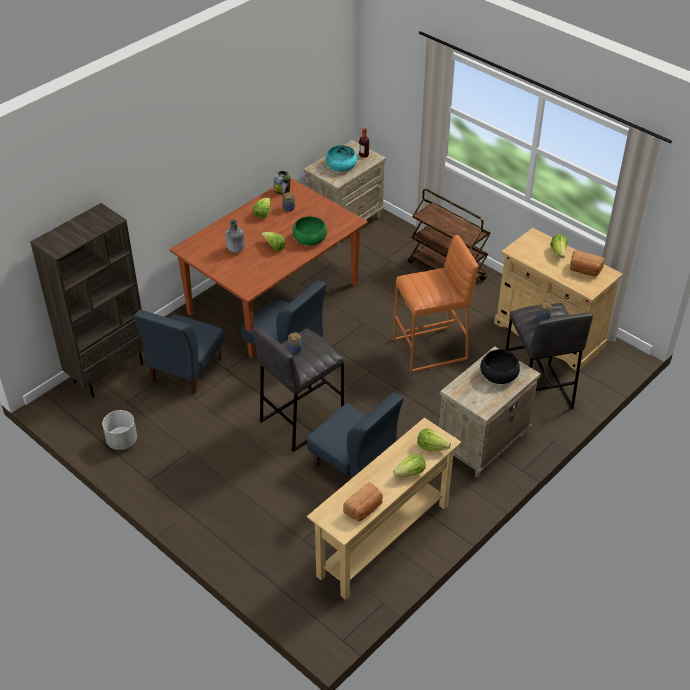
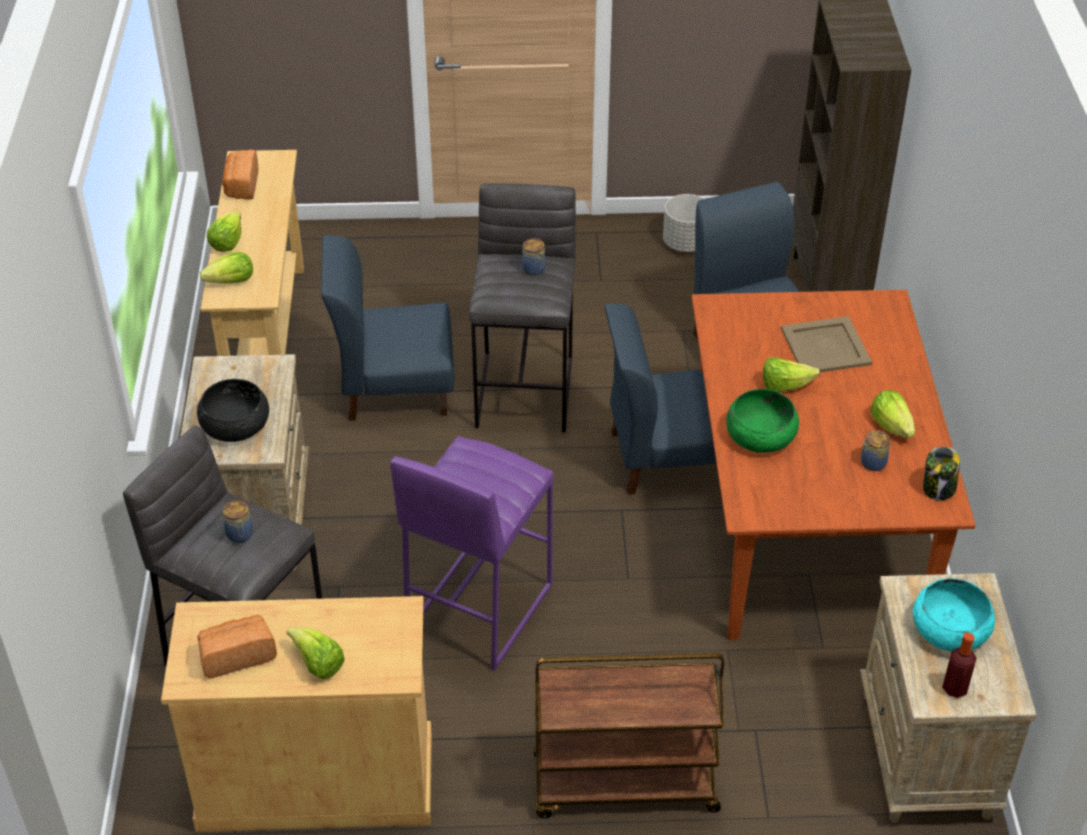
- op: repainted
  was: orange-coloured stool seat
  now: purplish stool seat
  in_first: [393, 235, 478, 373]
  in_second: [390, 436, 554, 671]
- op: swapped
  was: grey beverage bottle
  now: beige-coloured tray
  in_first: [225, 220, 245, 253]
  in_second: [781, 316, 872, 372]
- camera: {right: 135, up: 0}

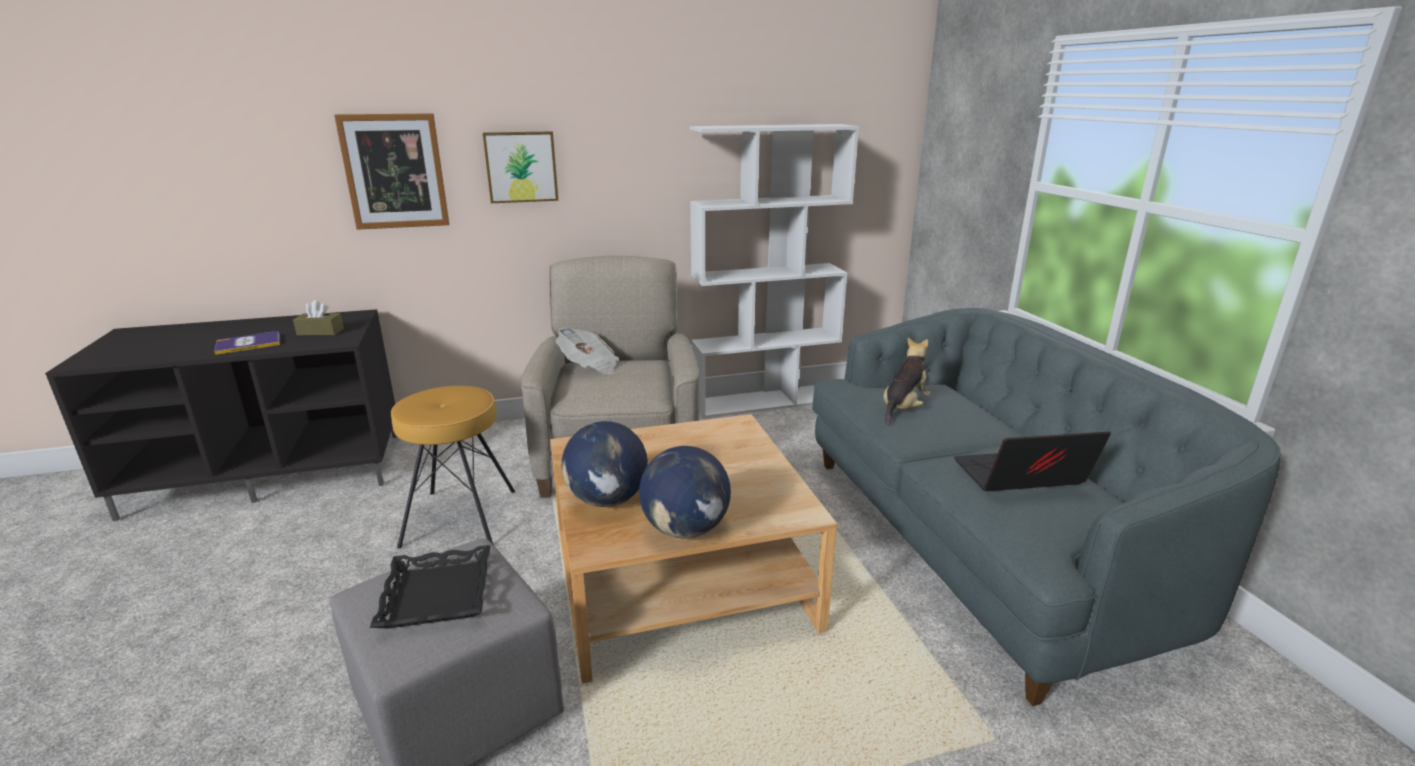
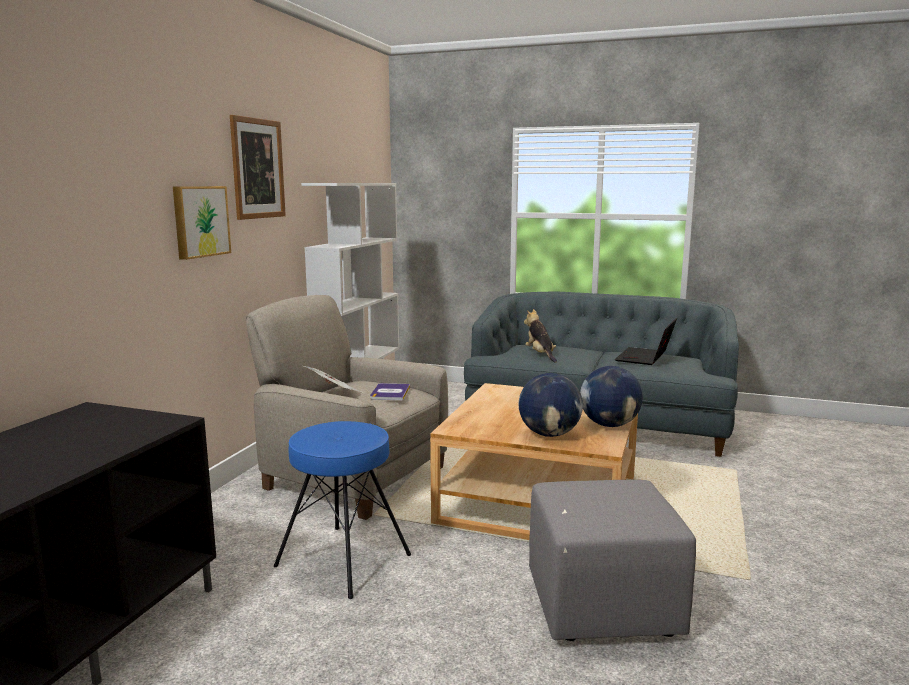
- op: shifted
  was: wall art
  in_first: [334, 113, 449, 230]
  in_second: [230, 115, 286, 220]
- op: repainted
  was: brown stool seat
  now: blue stool seat
  in_first: [391, 386, 515, 549]
  in_second: [274, 421, 411, 599]
- op: shifted
  was: bound book
  in_first: [214, 331, 280, 355]
  in_second: [370, 383, 410, 400]
- op: gone
  was: brown tissue box
  in_first: [293, 300, 344, 335]
- op: gone
  was: black tray
  in_first: [370, 545, 490, 628]
- camera: {right: -55, up: -10}

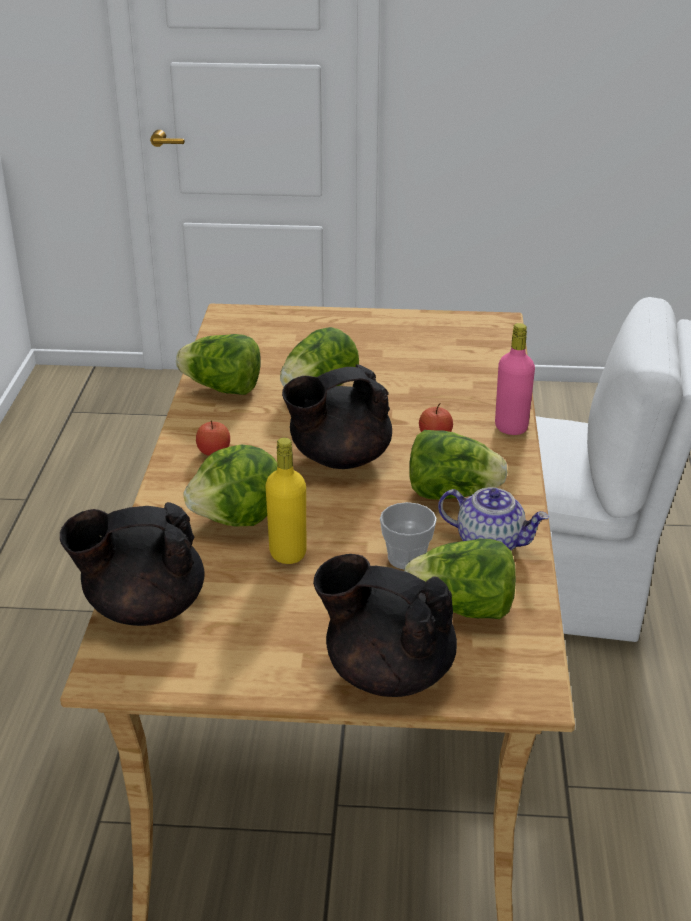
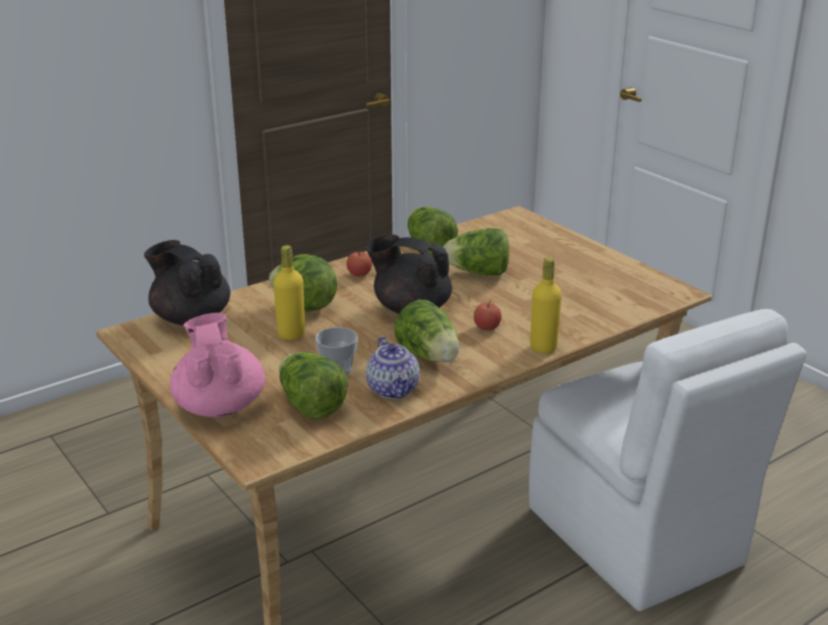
- op: repainted
  was: black teapot
  now: pink teapot
  in_first: [313, 554, 457, 697]
  in_second: [170, 313, 265, 417]
- op: repainted
  was: pink beverage bottle
  now: yellow-coloured beverage bottle
  in_first: [495, 323, 535, 435]
  in_second: [530, 257, 562, 354]
- camera: {right: 50, up: -5}

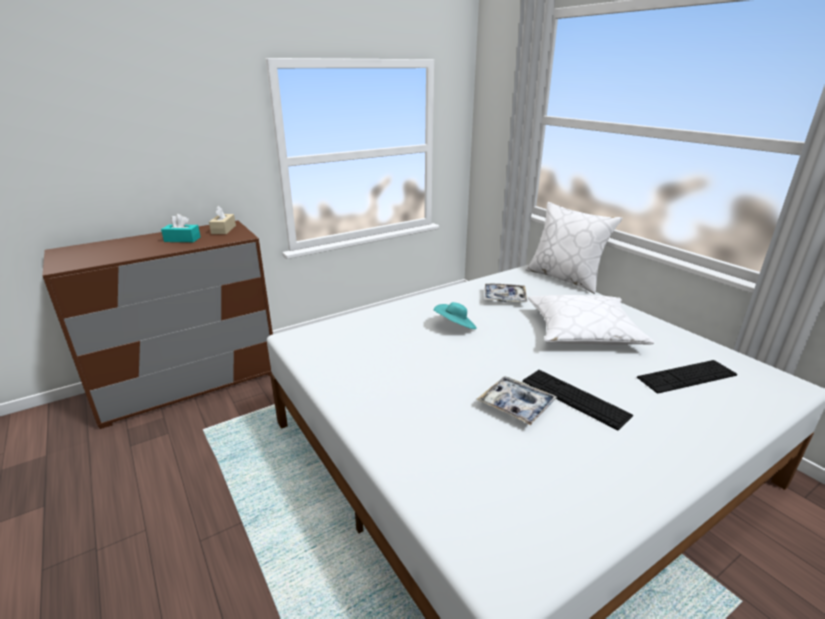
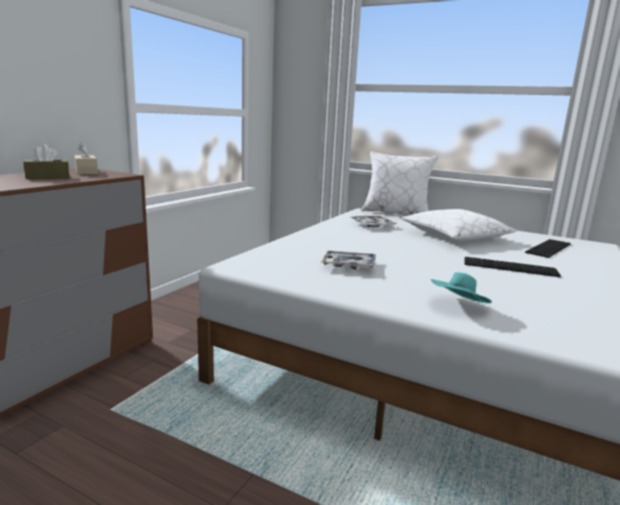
- op: repainted
  was: blue-green tissue box
  now: brown tissue box
  in_first: [161, 214, 201, 242]
  in_second: [24, 144, 70, 179]
- op: shifted
  was: tray
  in_first: [476, 376, 557, 425]
  in_second: [321, 251, 376, 270]
- op: shifted
  was: blue-green hat
  in_first: [434, 302, 477, 329]
  in_second: [431, 272, 492, 304]
- camera: {right: -30, up: -10}

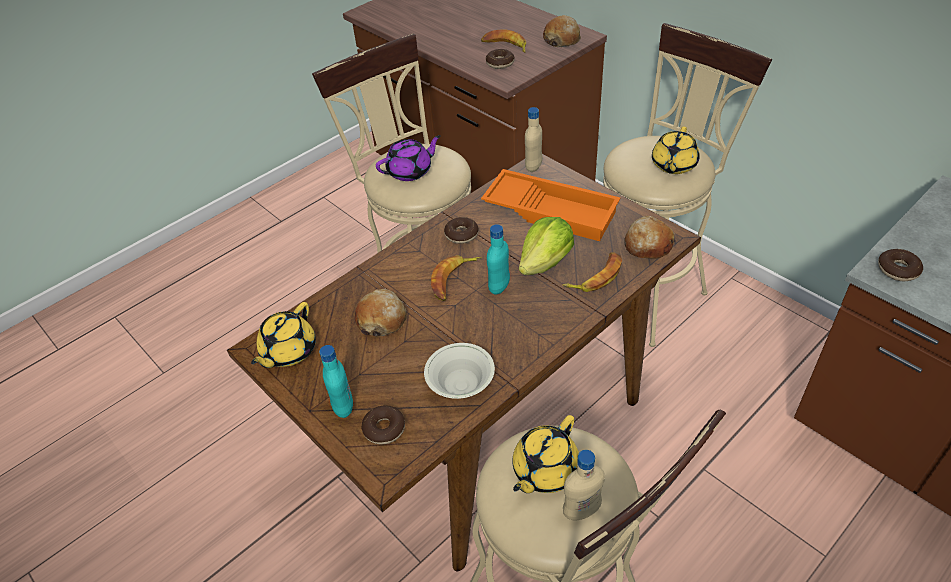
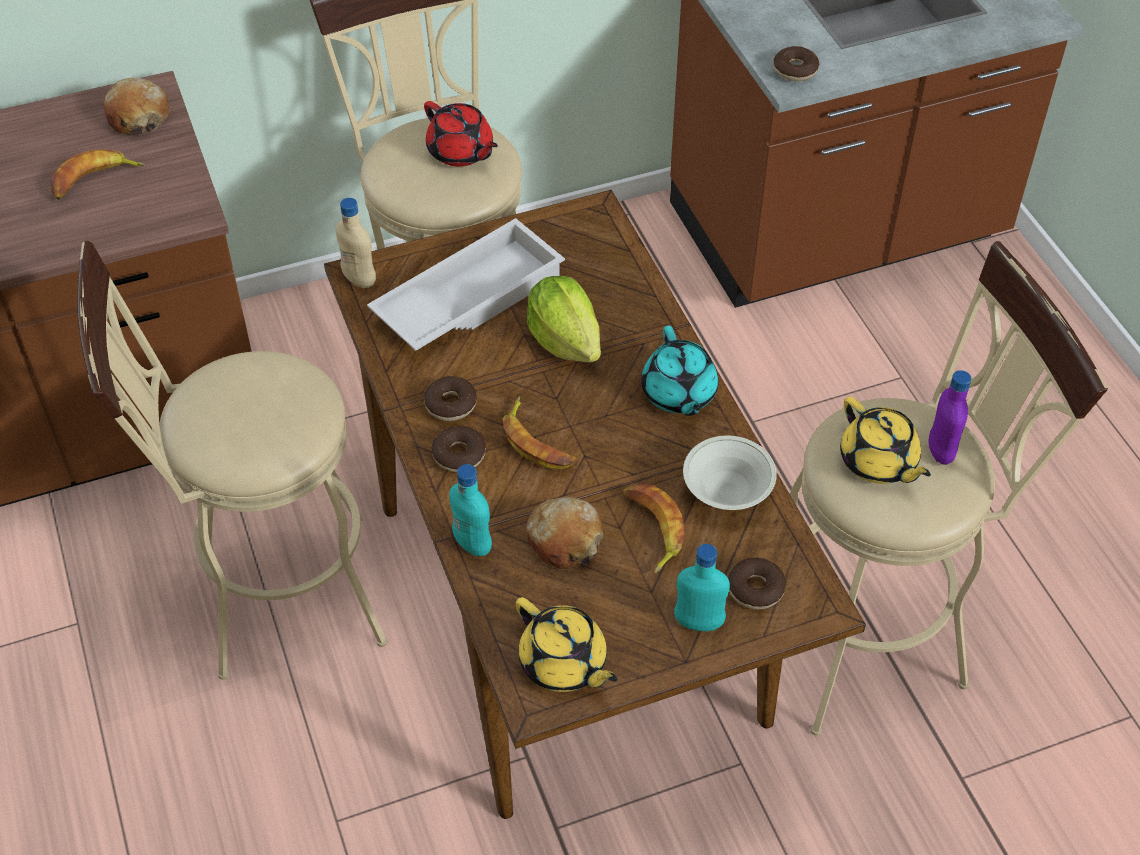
- op: repainted
  was: orange-coloured tray
  now: whitish tray
  in_first: [481, 169, 620, 241]
  in_second: [367, 218, 565, 351]
- op: repainted
  was: yellow-coloured teapot
  now: red teapot
  in_first: [652, 127, 700, 174]
  in_second: [424, 101, 498, 167]
- op: shifted
  was: donut
  in_first: [486, 49, 514, 69]
  in_second: [432, 426, 486, 472]
- op: shifted
  was: blue-green beverage bottle
  in_first: [487, 224, 510, 295]
  in_second: [449, 464, 492, 556]
- op: shifted
  was: banana fruit
  in_first: [563, 253, 622, 292]
  in_second: [623, 483, 684, 574]
- op: new
  now: blue-green teapot
  in_second: [641, 326, 719, 416]
- op: repainted
  was: beige-coloured beverage bottle
  now: purplish beverage bottle
  in_first: [563, 450, 605, 521]
  in_second: [929, 370, 971, 465]
- op: gone
  was: purplish teapot
  in_first: [376, 135, 441, 181]
- op: gone
  was: bread
  in_first: [625, 216, 676, 259]
- camera: {right: -70, up: 5}

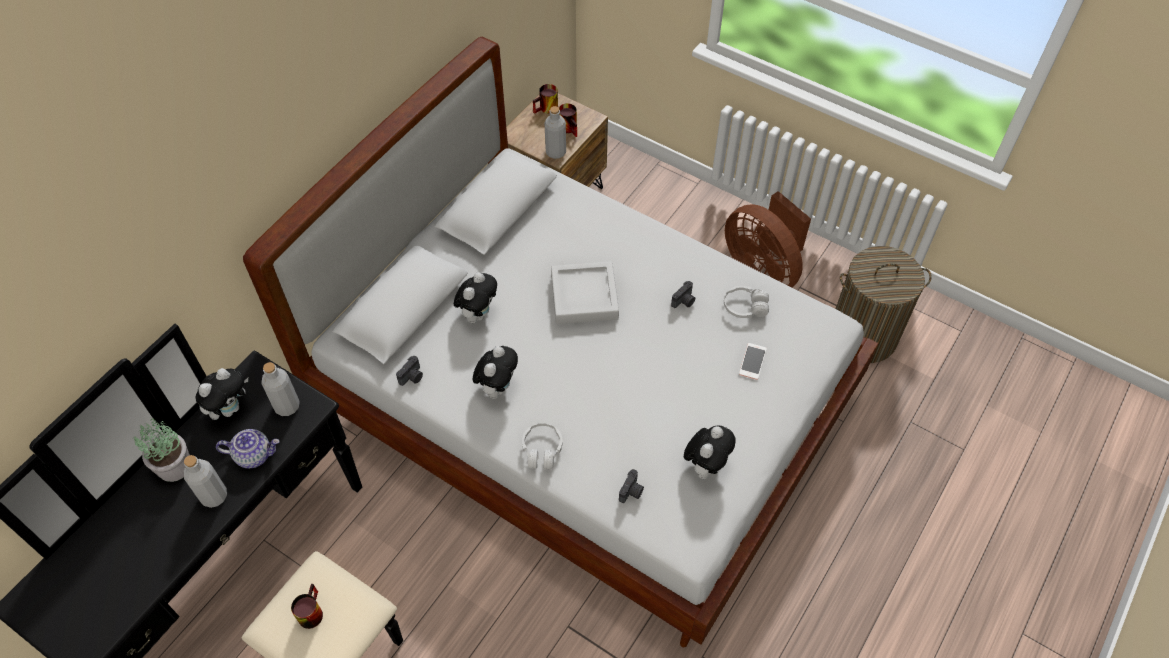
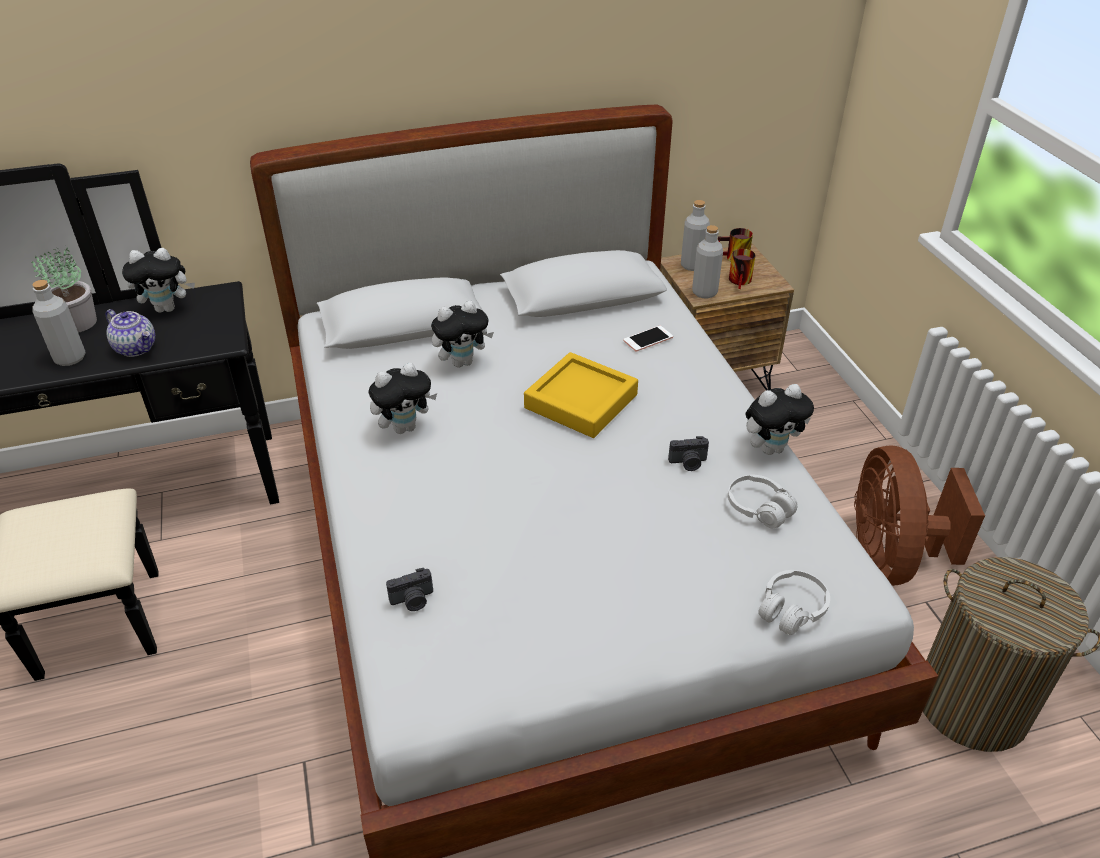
- op: repainted
  was: grey tray
  now: yellow-coloured tray
  in_first: [551, 262, 619, 324]
  in_second: [524, 352, 638, 438]
- op: shifted
  was: telephone
  in_first: [739, 343, 767, 380]
  in_second: [623, 326, 673, 352]
- op: shifted
  was: grey beverage bottle
  in_first: [261, 362, 300, 416]
  in_second: [681, 200, 710, 271]
- op: shifted
  was: soft toy
  in_first: [684, 425, 735, 479]
  in_second: [745, 384, 814, 455]
- op: shifted
  was: whitish headset
  in_first: [522, 423, 563, 469]
  in_second: [758, 570, 830, 635]
- op: gone
  was: tea mug
  in_first: [291, 584, 323, 629]
- op: gone
  was: still camera
  in_first: [396, 356, 423, 386]
- camera: {right: 40, up: -15}

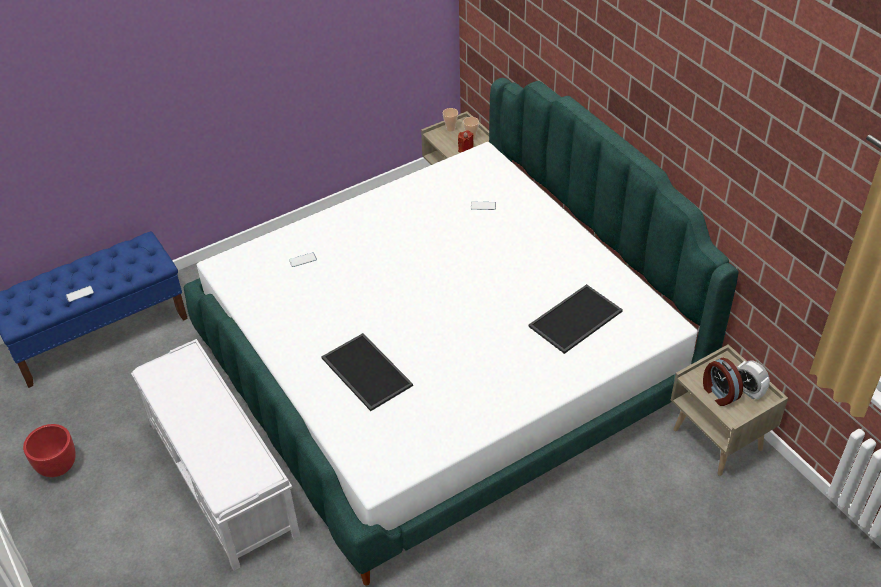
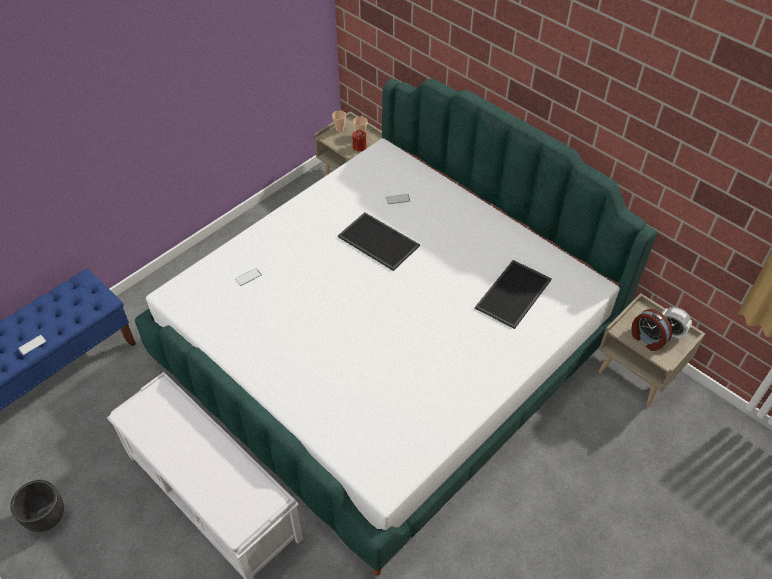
- op: repainted
  was: red planter
  now: black planter
  in_first: [23, 424, 76, 477]
  in_second: [10, 480, 64, 532]
- op: shifted
  was: tray
  in_first: [321, 333, 413, 411]
  in_second: [338, 212, 420, 271]
- camera: {right: -15, up: 5}

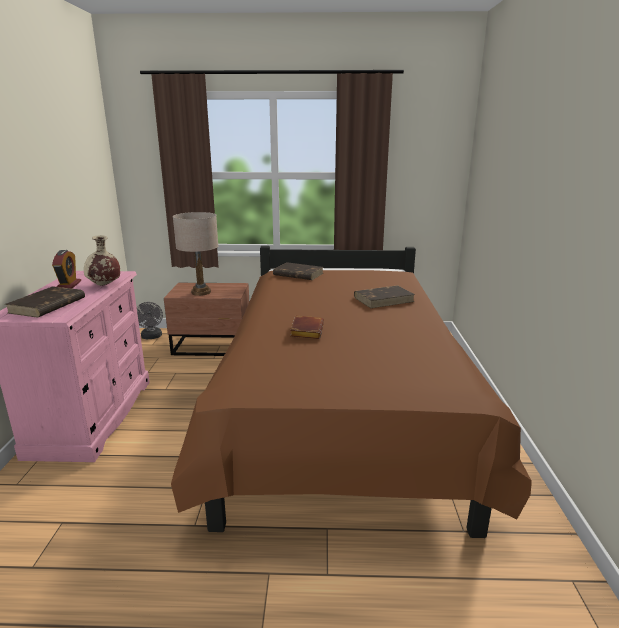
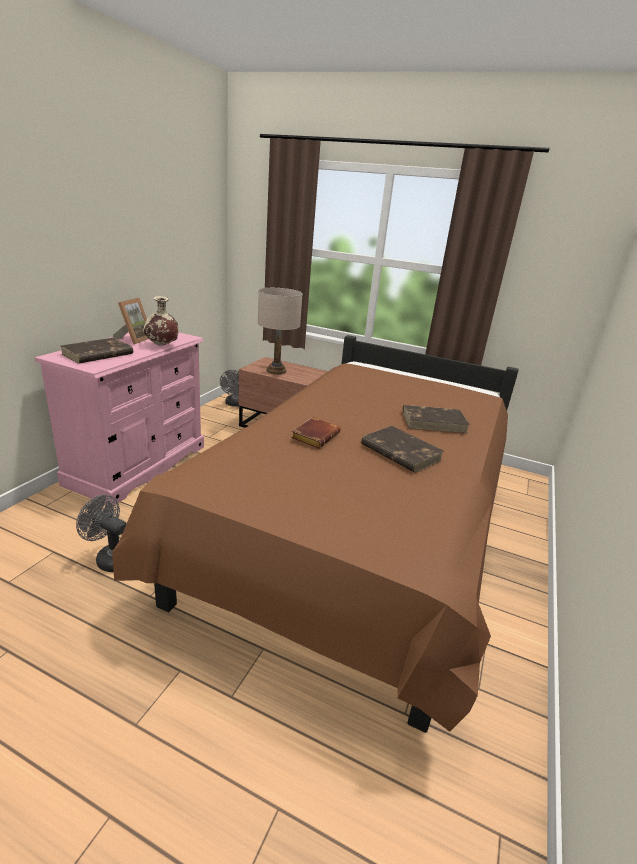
- op: new
  now: grey cooling fan
  in_second: [76, 495, 127, 572]
- op: swapped
  was: alarm clock
  now: picture frame
  in_first: [52, 250, 81, 289]
  in_second: [113, 297, 149, 344]
- op: shifted
  was: brown bound book
  in_first: [273, 262, 323, 280]
  in_second: [361, 426, 444, 473]
- camera: {right: 20, up: 5}

